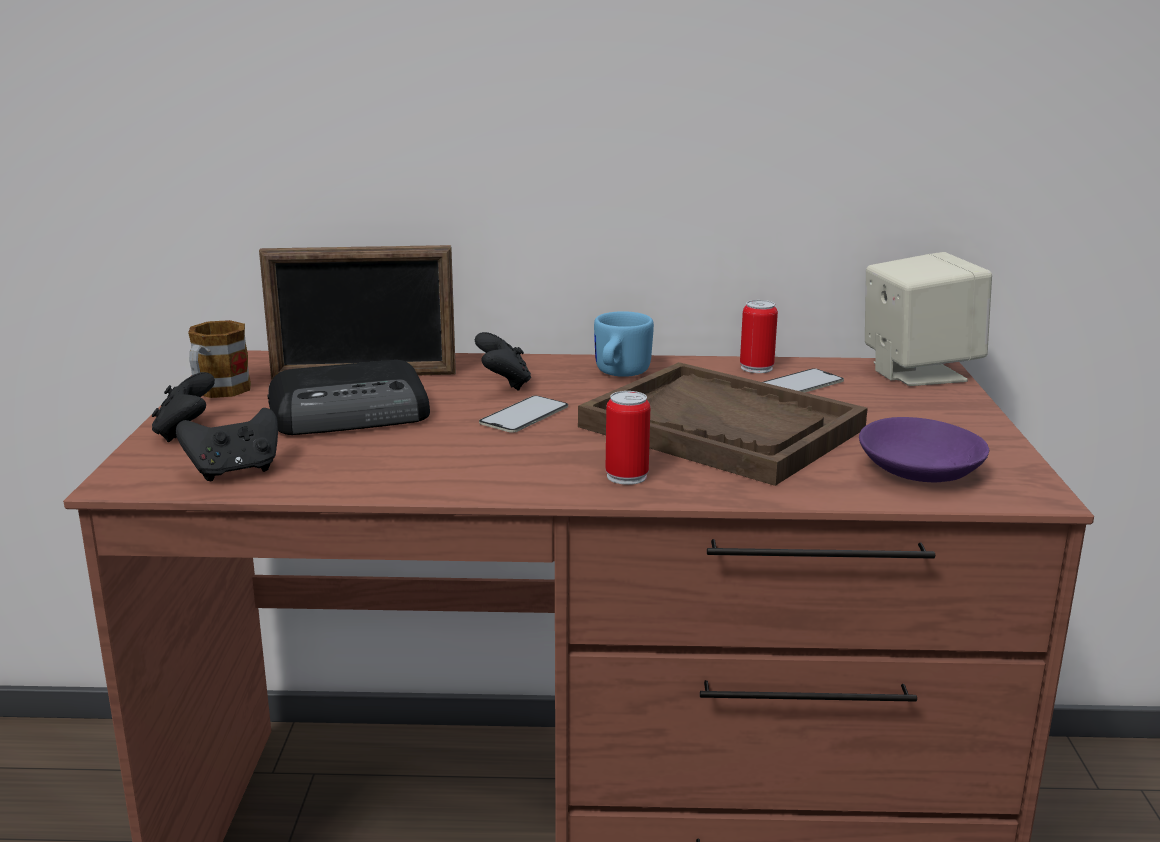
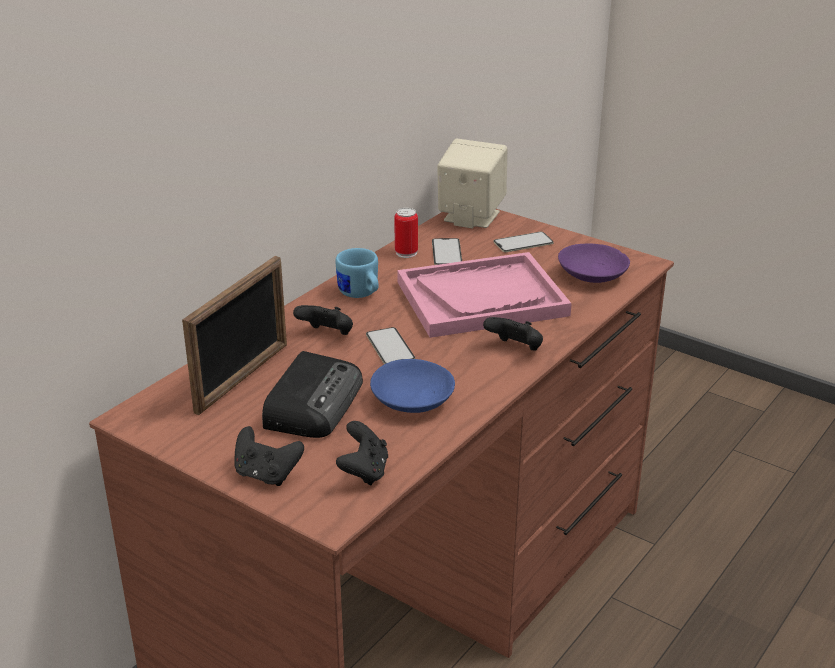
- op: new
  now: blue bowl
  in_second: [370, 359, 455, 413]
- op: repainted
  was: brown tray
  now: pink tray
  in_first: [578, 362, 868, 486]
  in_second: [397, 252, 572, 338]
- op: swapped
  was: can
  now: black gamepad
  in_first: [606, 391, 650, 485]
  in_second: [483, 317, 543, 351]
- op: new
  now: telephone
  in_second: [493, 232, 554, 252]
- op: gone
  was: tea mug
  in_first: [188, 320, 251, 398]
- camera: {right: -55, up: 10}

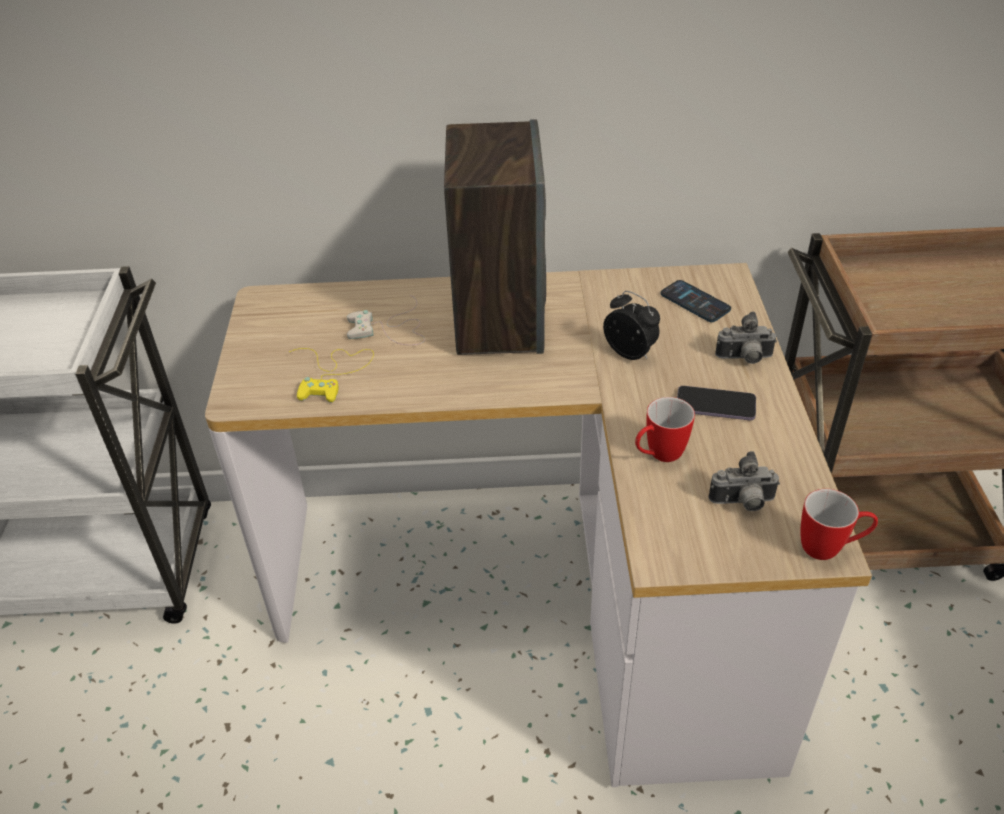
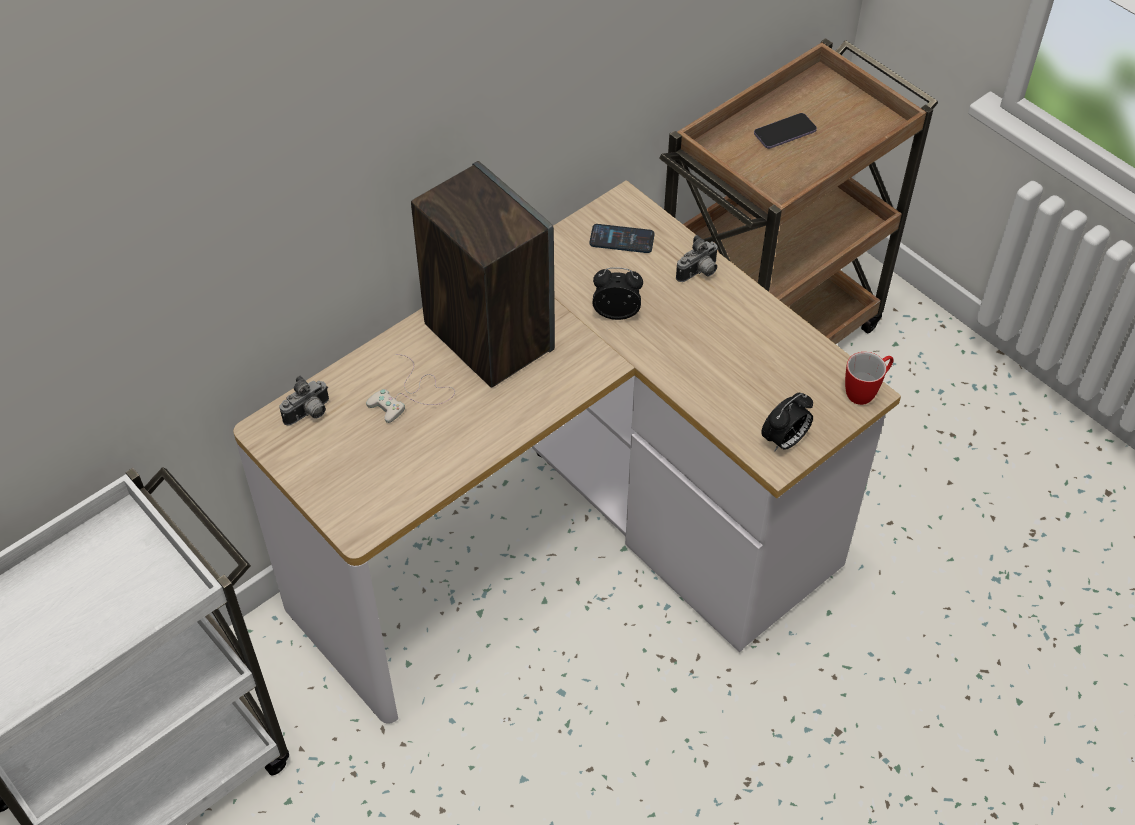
- op: shifted
  was: still camera
  in_first: [709, 451, 780, 511]
  in_second: [279, 376, 329, 426]
- op: shifted
  was: telephone
  in_first: [677, 386, 756, 420]
  in_second: [754, 113, 817, 149]
- op: new
  now: alarm clock
  in_second: [761, 393, 813, 452]
- op: gone
  was: yellow-coloured gamepad
  in_first: [289, 348, 374, 403]
- op: gone
  was: tea mug
  in_first: [635, 397, 695, 462]
- camera: {right: -40, up: 10}

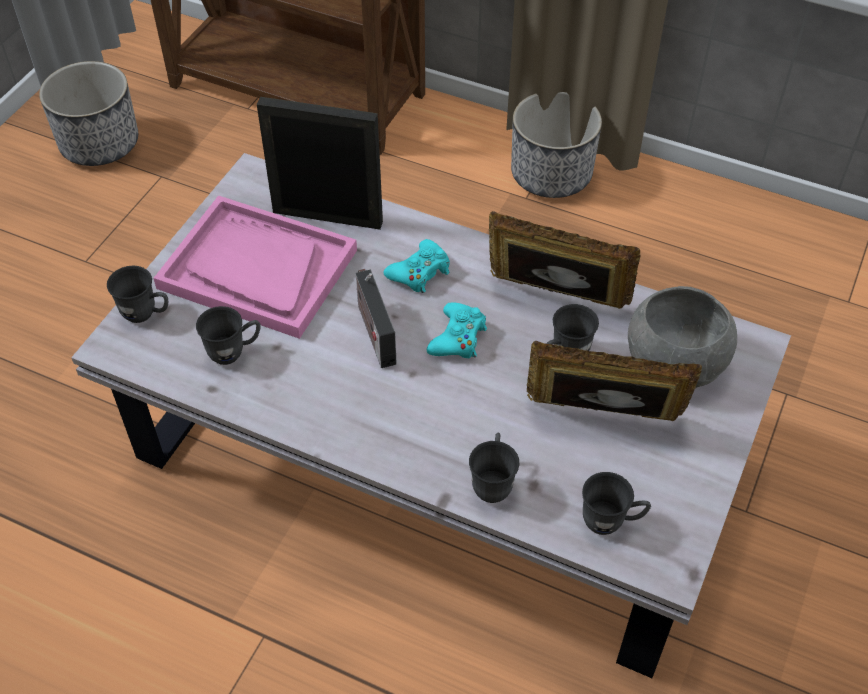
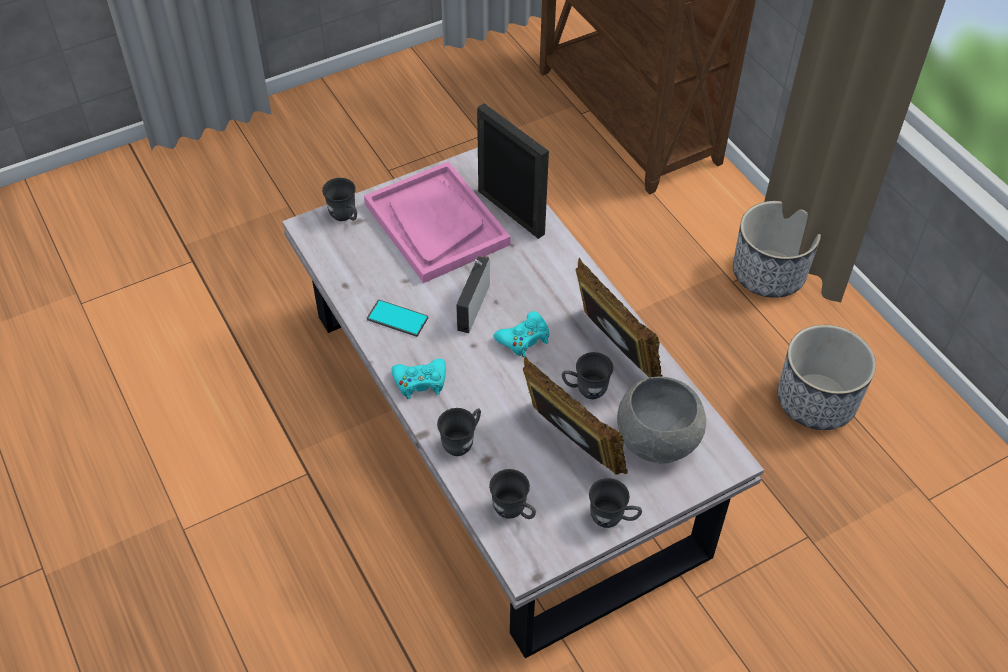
- op: new
  now: telephone
  in_second: [367, 300, 428, 337]
- op: shifted
  was: blue-green gamepad
  in_first: [384, 239, 450, 293]
  in_second: [392, 359, 446, 399]
- op: shifted
  was: grey tea mug
  in_first: [196, 306, 260, 365]
  in_second: [589, 478, 642, 528]
- op: shifted
  was: planter
  in_first: [39, 61, 138, 166]
  in_second: [778, 325, 876, 430]
- camera: {right: 35, up: 0}

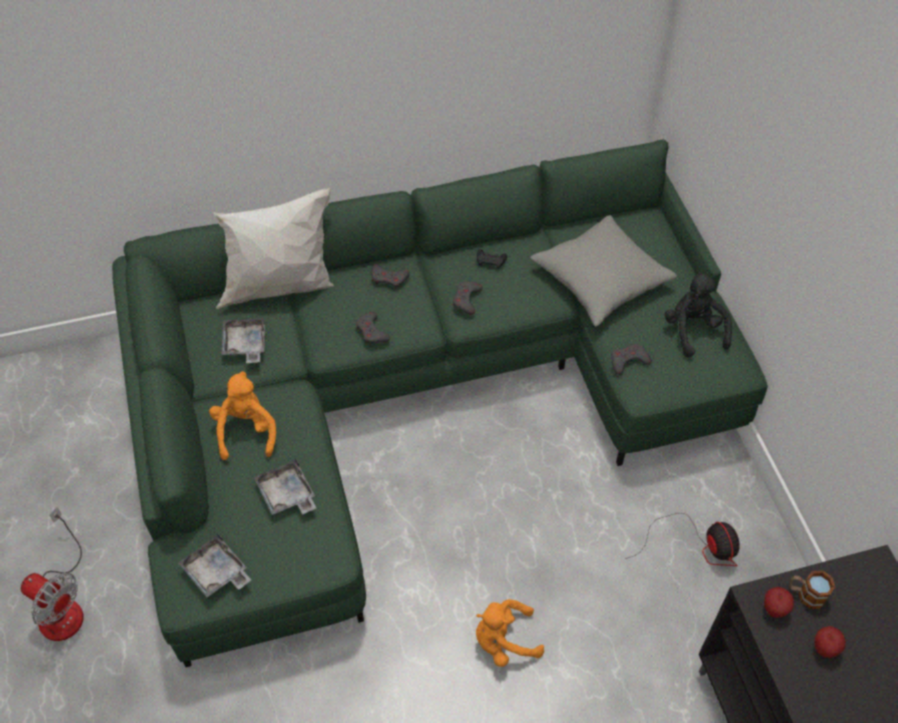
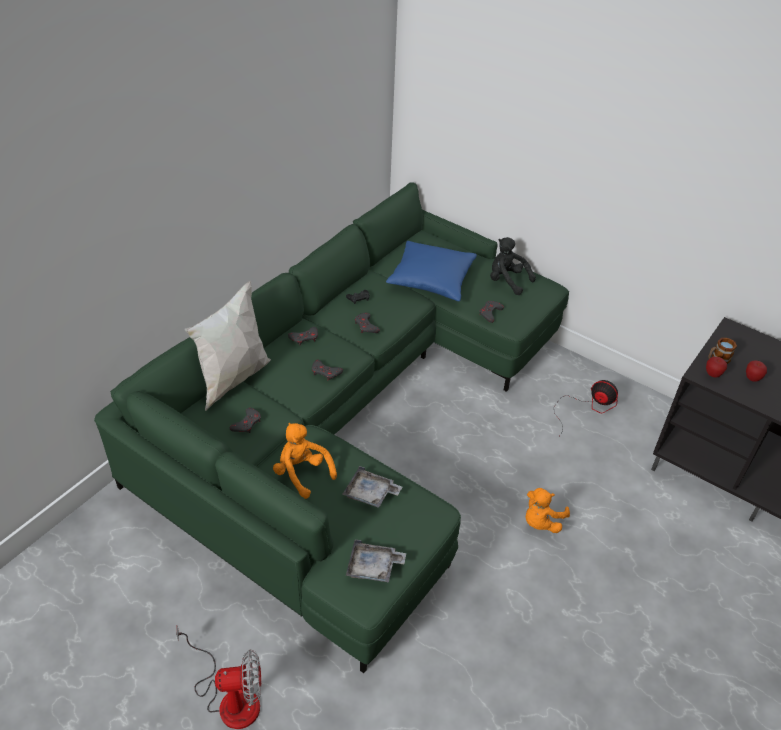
- op: swapped
  was: grey tray
  now: grey gamepad
  in_first: [222, 318, 266, 363]
  in_second: [230, 408, 261, 433]
- op: repainted
  was: grey throw pillow
  now: blue throw pillow
  in_first: [530, 215, 677, 327]
  in_second: [386, 241, 477, 301]
- camera: {right: -40, up: -10}

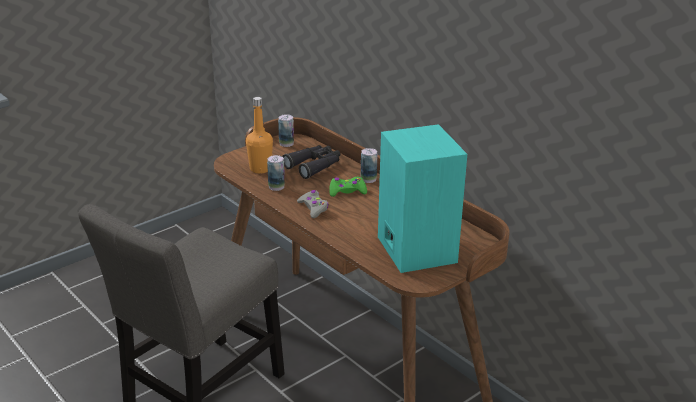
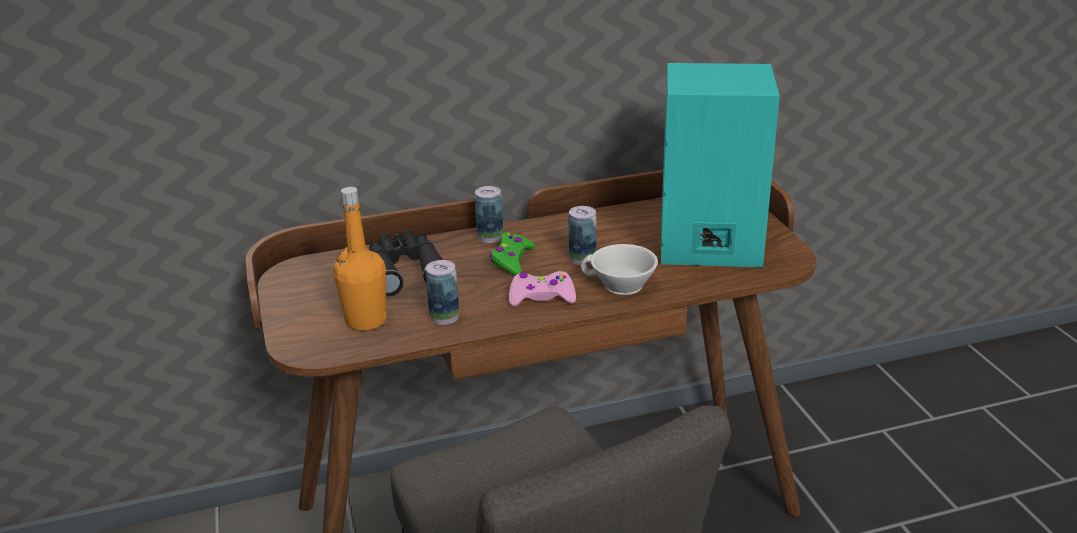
- op: repainted
  was: grey gamepad
  now: pink gamepad
  in_first: [297, 190, 329, 218]
  in_second: [509, 271, 576, 307]
- op: shifted
  was: can
  in_first: [278, 114, 294, 147]
  in_second: [568, 206, 597, 265]
- op: new
  now: whitish drinking cup
  in_second: [581, 244, 658, 295]
- camera: {right: -65, up: 0}

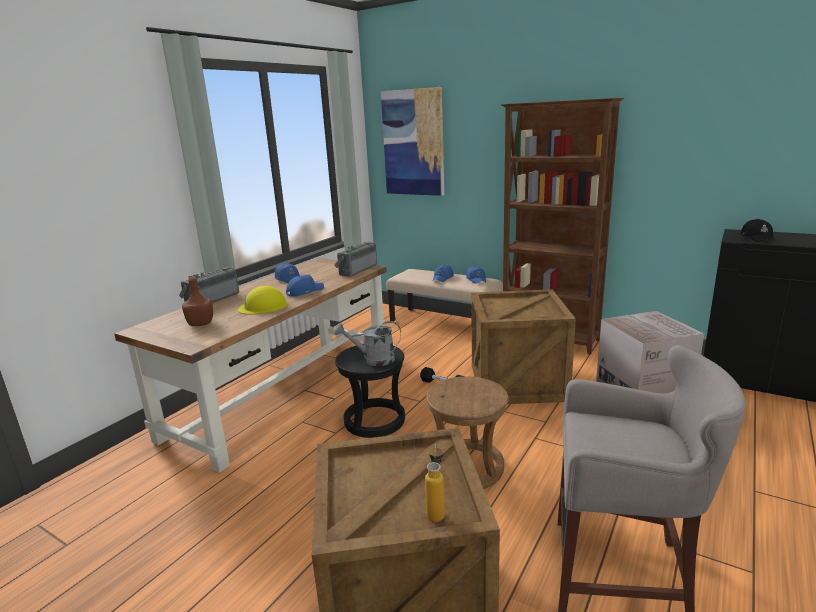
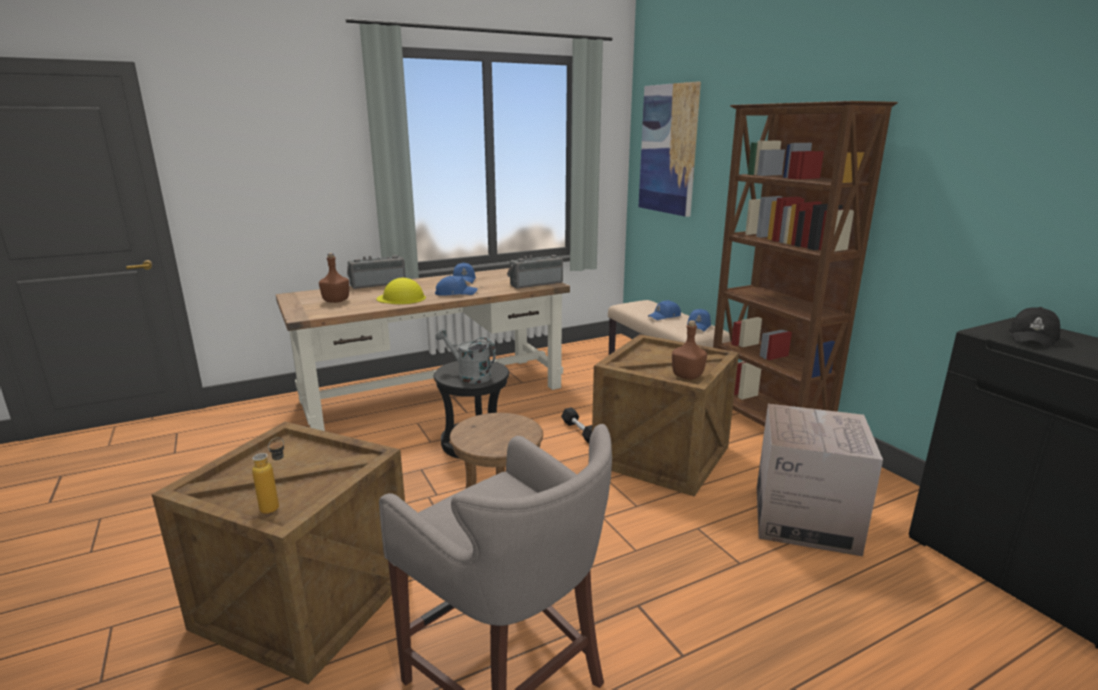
- op: new
  now: brown beverage bottle
  in_second: [672, 320, 707, 380]
- camera: {right: 30, up: 0}

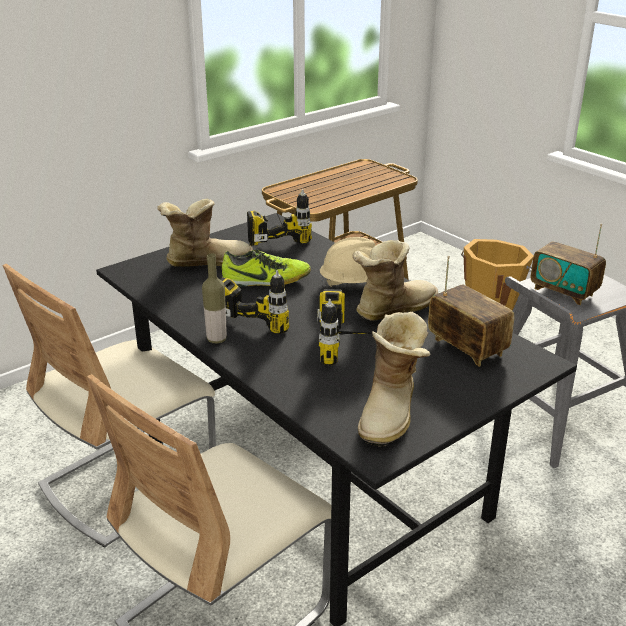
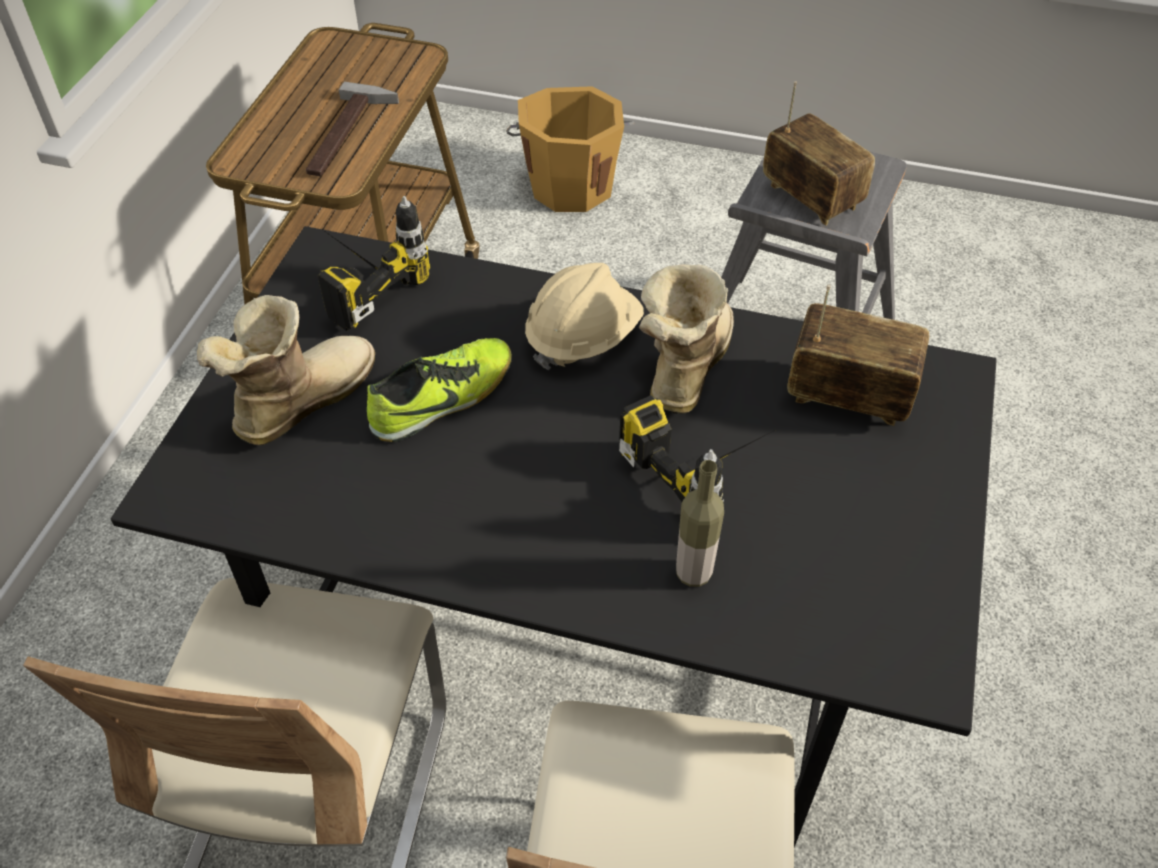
- op: new
  now: tool hammer
  in_second: [306, 82, 399, 176]
- op: shifted
  was: beverage bottle
  in_first: [202, 254, 227, 344]
  in_second: [676, 460, 724, 587]
- op: rotated
  was: radio
  in_first: [531, 224, 606, 305]
  in_second: [763, 81, 875, 226]
  clockwise: -135
- op: gone
  was: electric drill
  in_first: [221, 270, 289, 334]
- op: gone
  was: tall boot
  in_first: [358, 312, 431, 447]
- camera: {right: -35, up: 20}

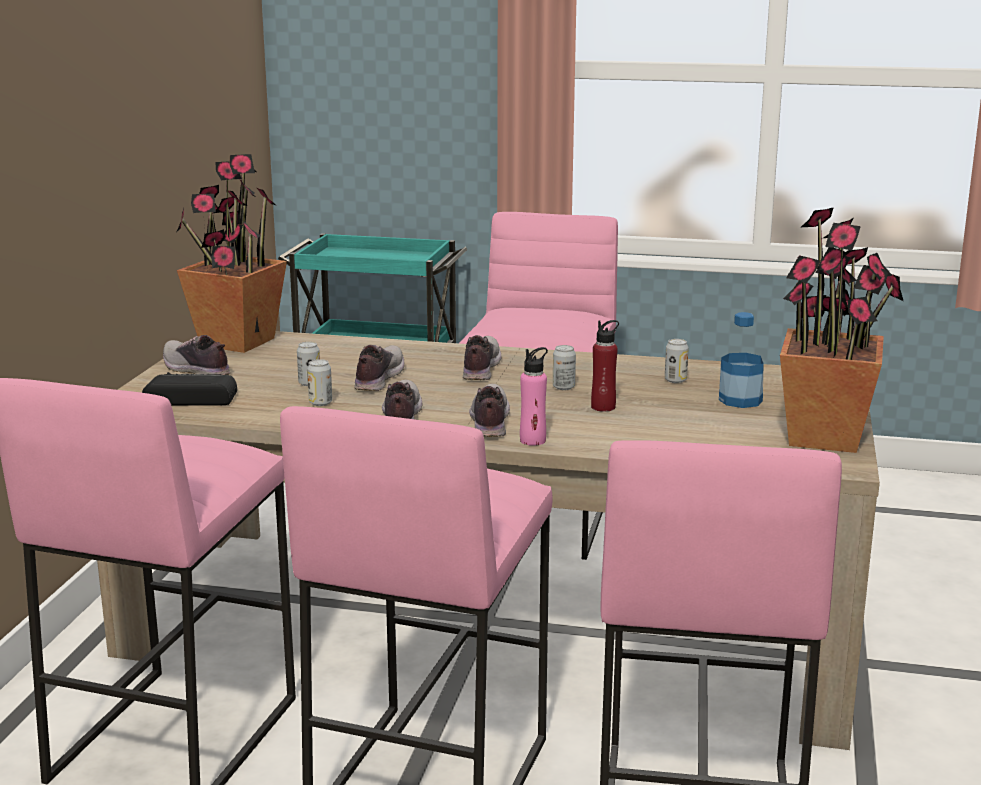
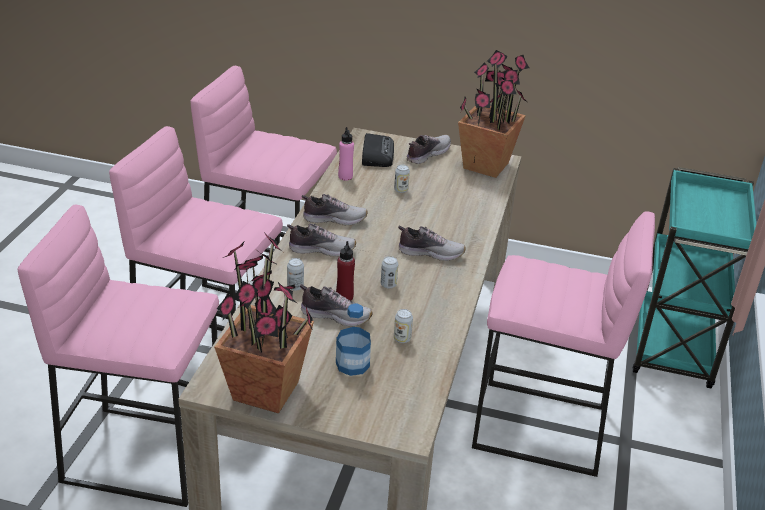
- op: shifted
  was: can
  in_first: [307, 359, 332, 406]
  in_second: [287, 258, 304, 291]
- op: shifted
  was: low shoe
  in_first: [354, 345, 405, 391]
  in_second: [300, 284, 373, 327]
- op: shifted
  was: pink beverage bottle
  in_first: [520, 347, 548, 446]
  in_second: [338, 127, 354, 181]
- camera: {right: 90, up: 15}

